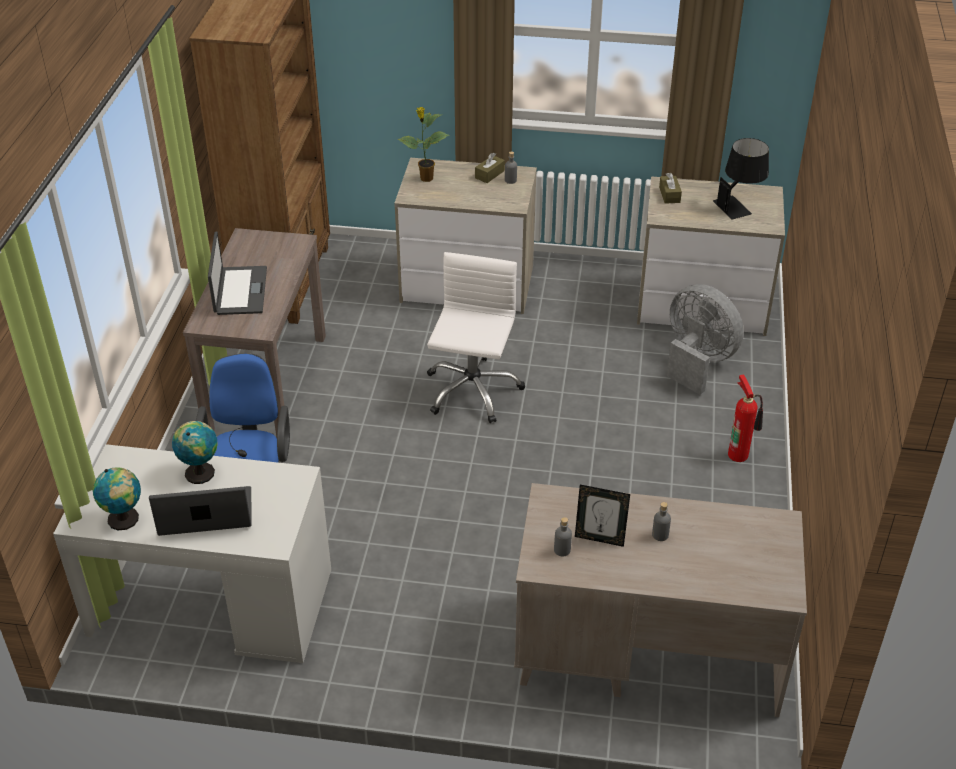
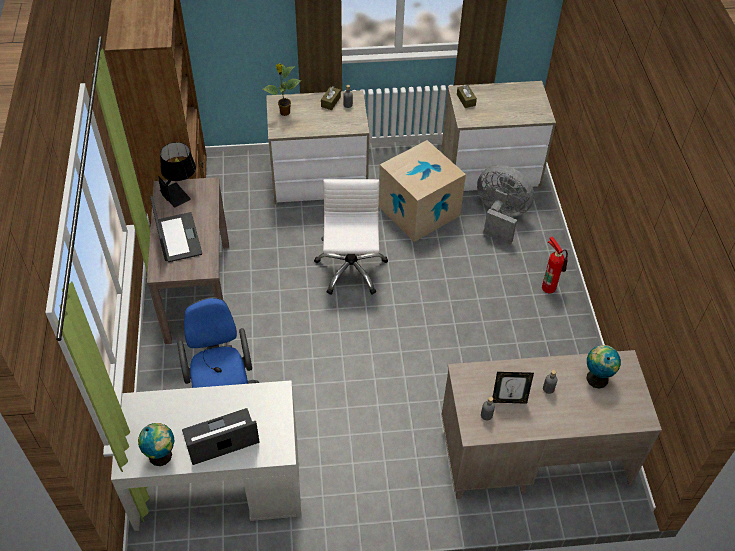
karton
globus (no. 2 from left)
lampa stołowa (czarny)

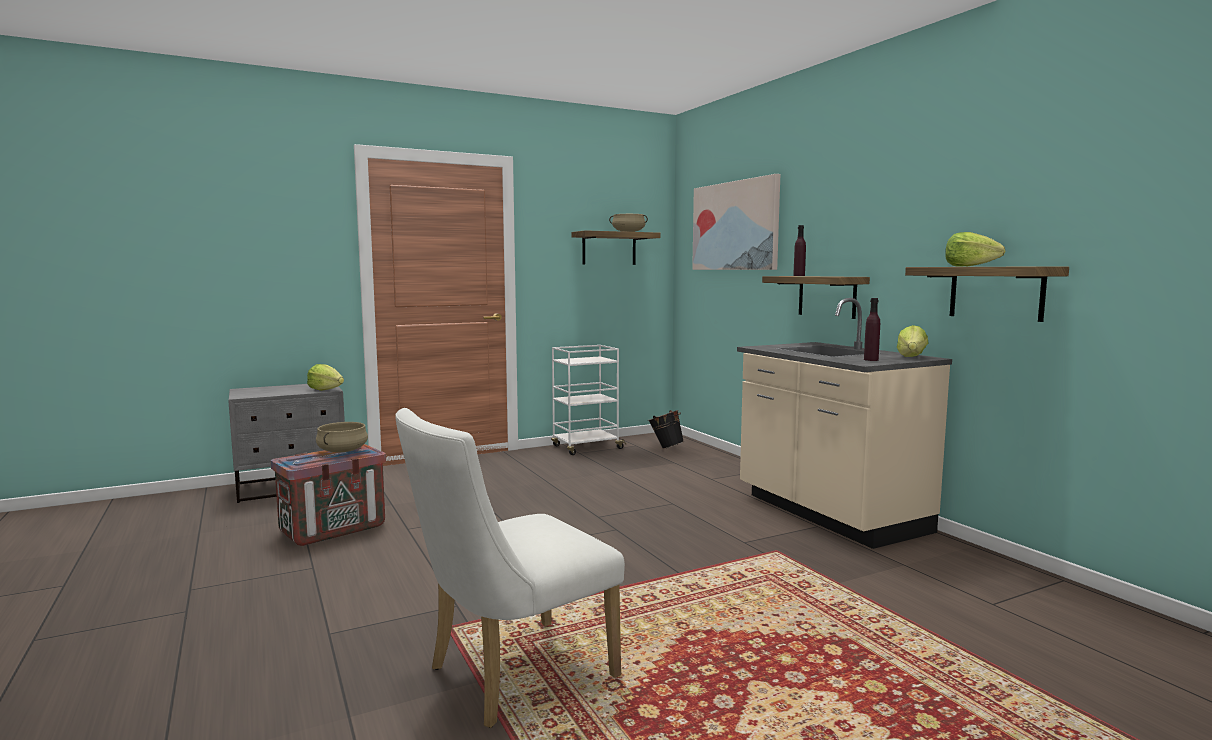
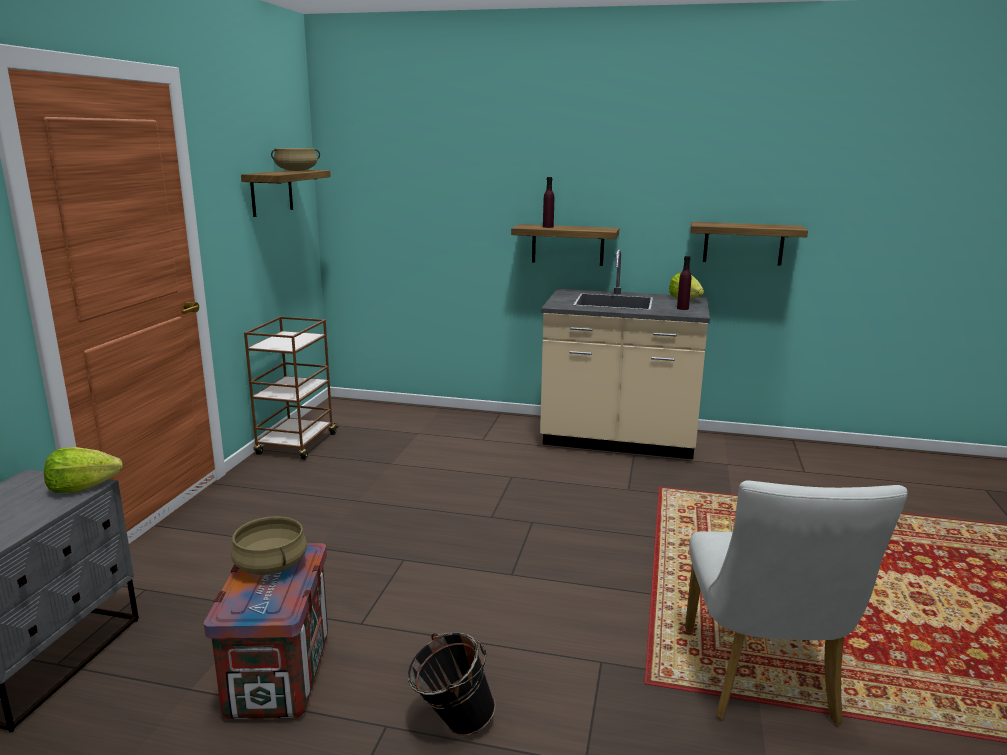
obraz
sałata (no. 3 from left in the first image)
wiadro (czarny)
wózek (brązowy)

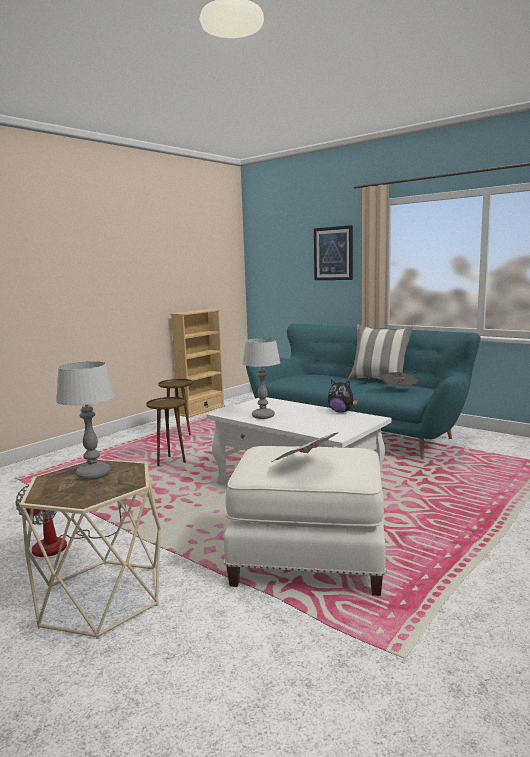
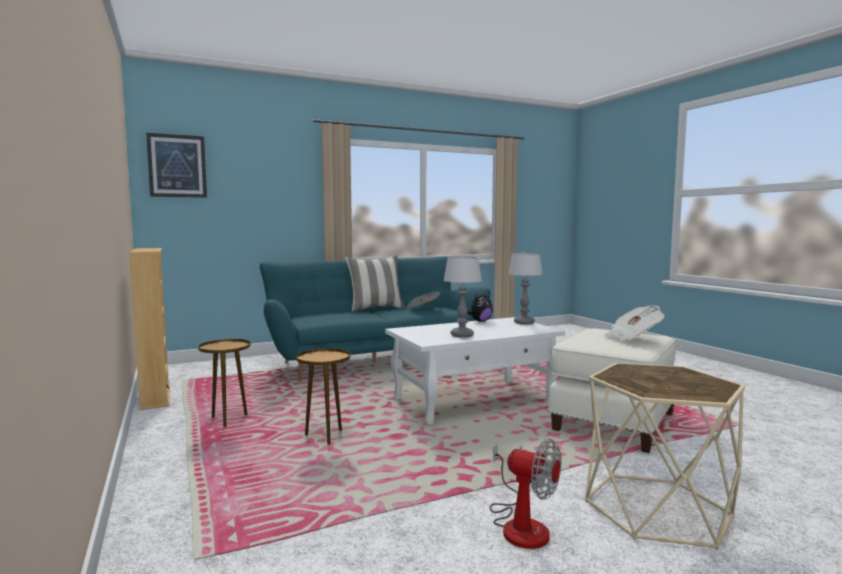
lampa stołowa (no. 2 from left)
obraz

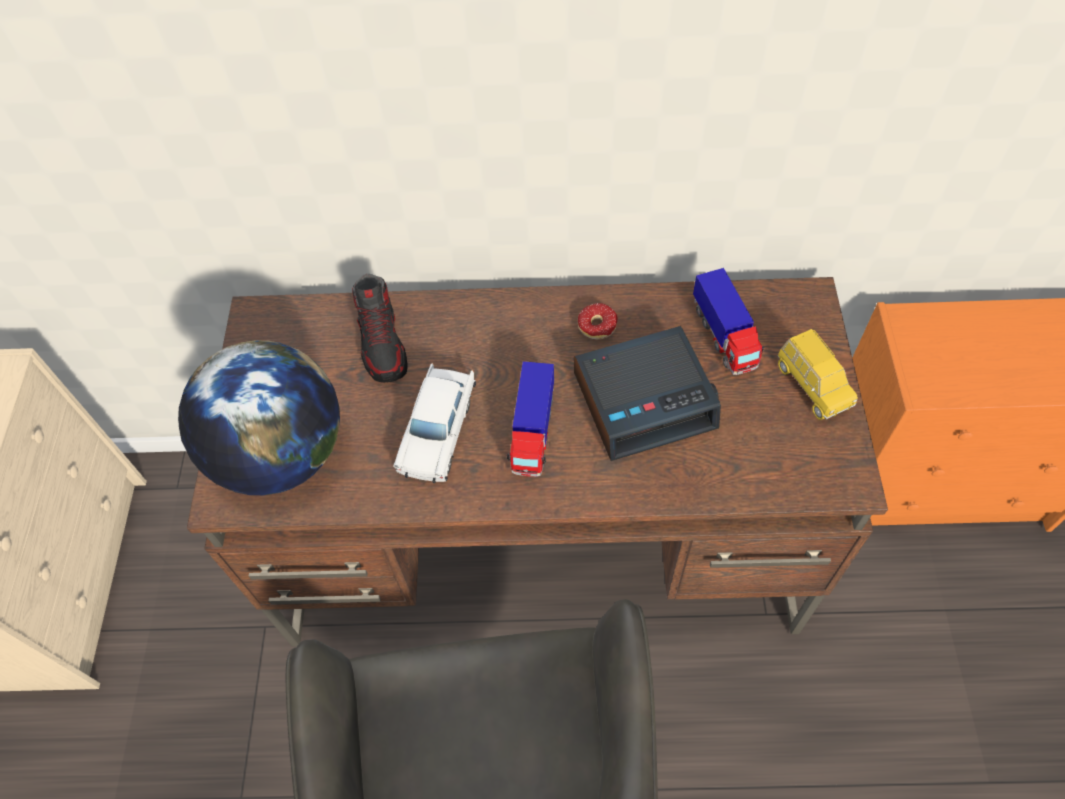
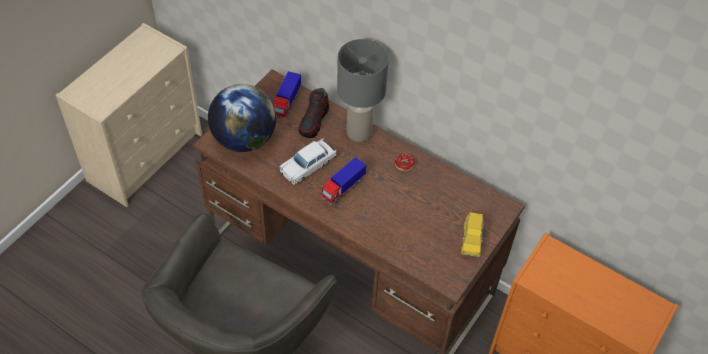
budzik
lampa stołowa (szary)
ciężarówka zabawkowa (no. 1 from left)

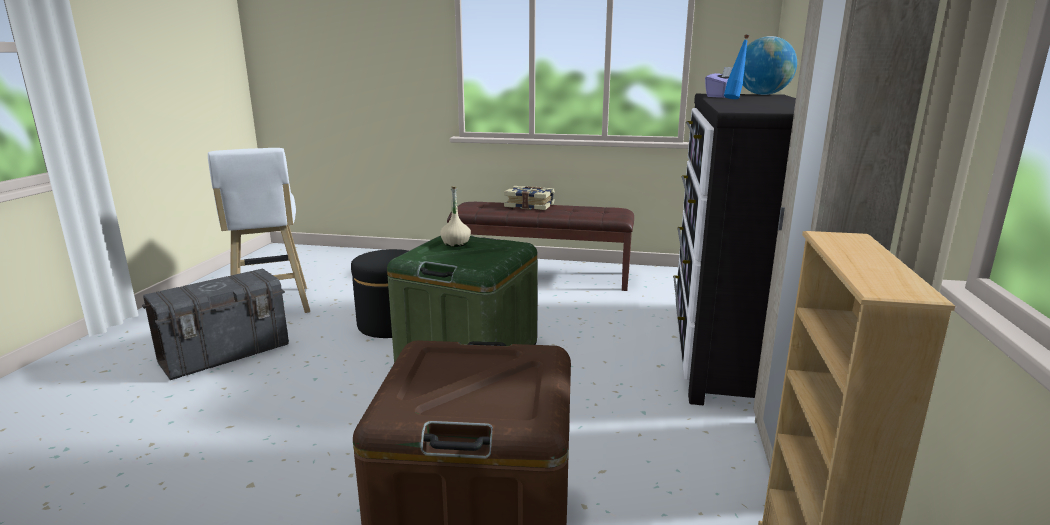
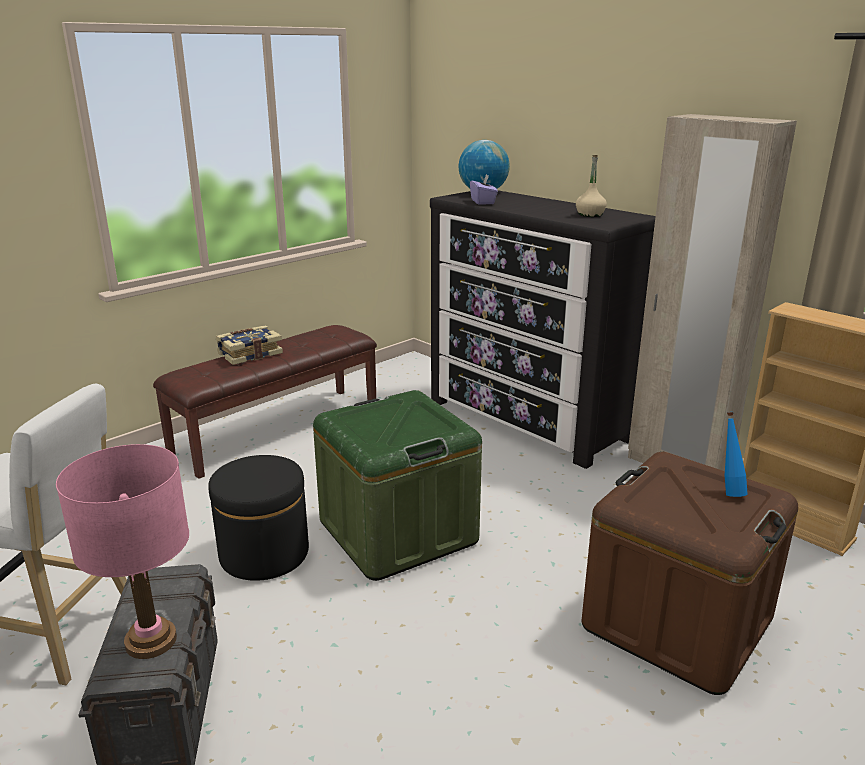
lampa stołowa (różowy)
butelka (beżowy)
butelka (niebieski)

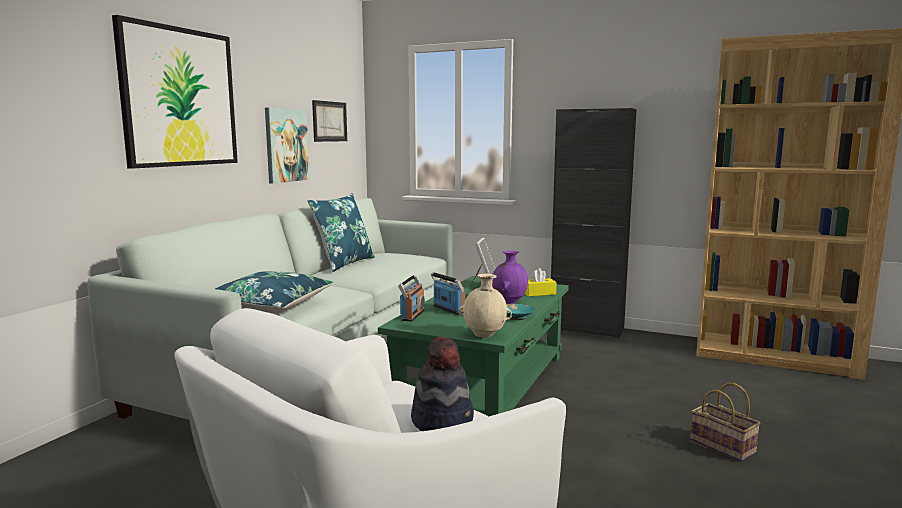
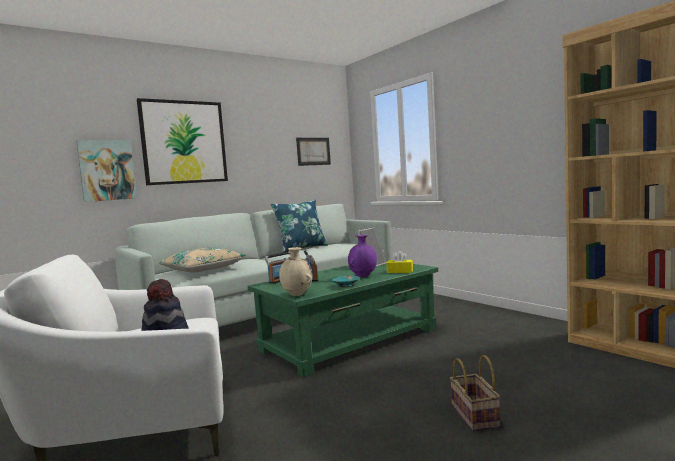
szafka (czarny)
obraz (no. 1 from left)
poduszka (beżowy)

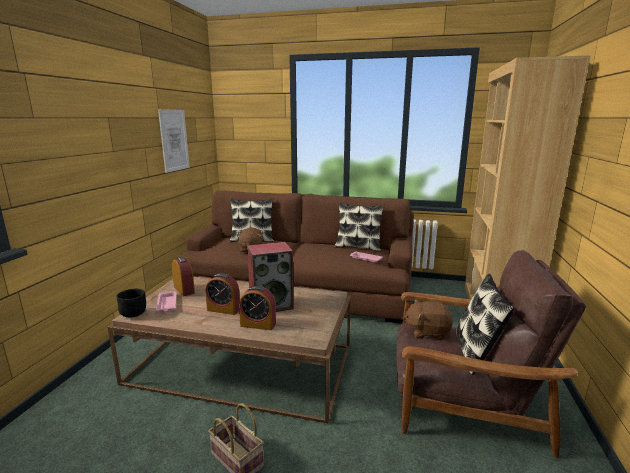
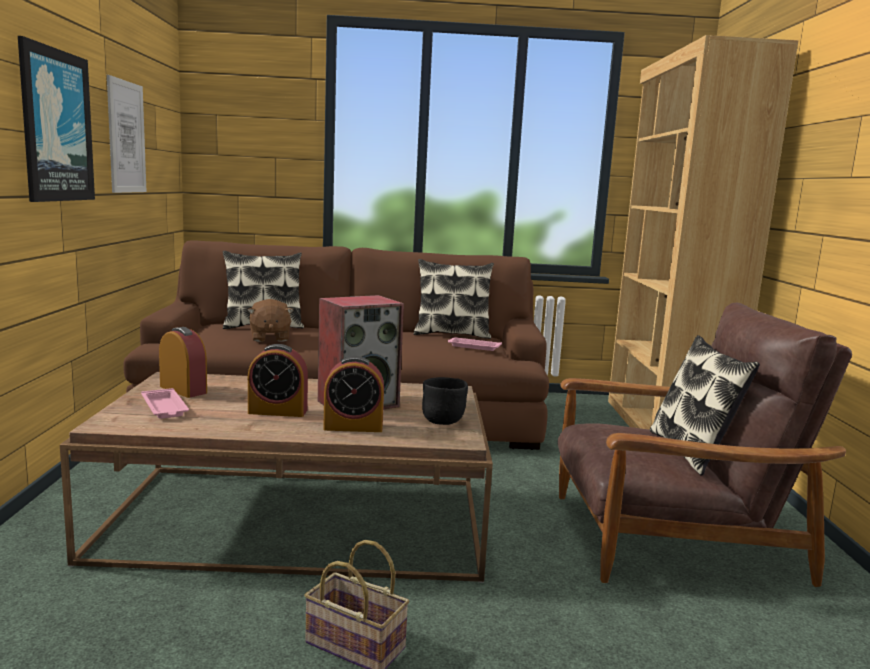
pluszak (brązowy) (no. 2 from left in the first image)
obraz (no. 1 from left)
miska (czarny)

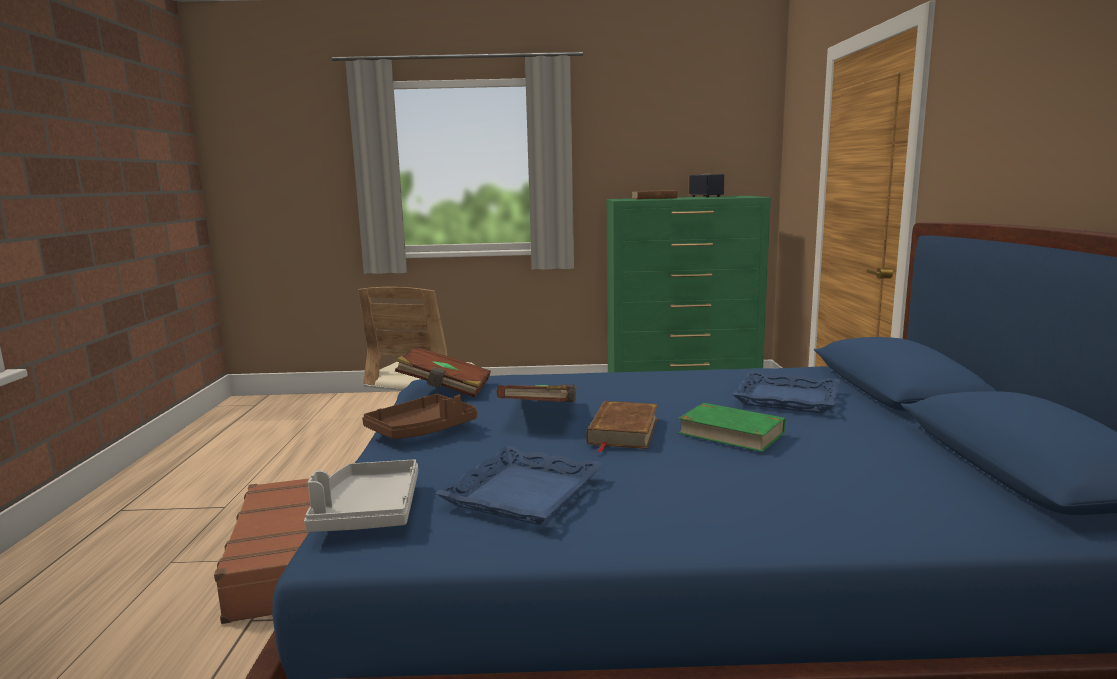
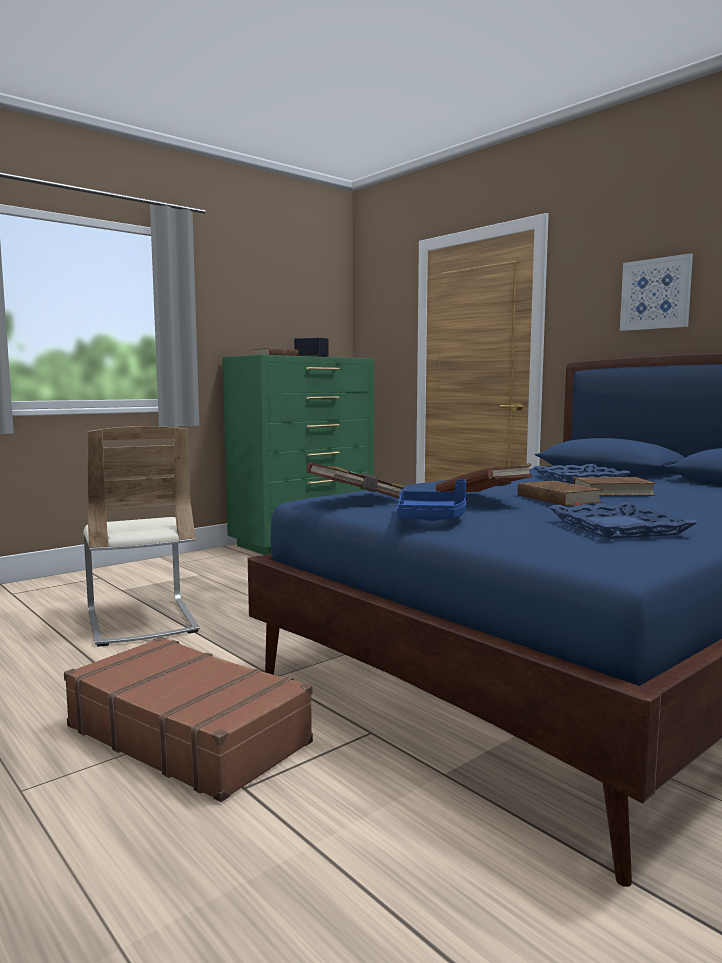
taca (szary)
obraz
taca (niebieski) (no. 1 from left)
książka (brązowy) (no. 5 from left)

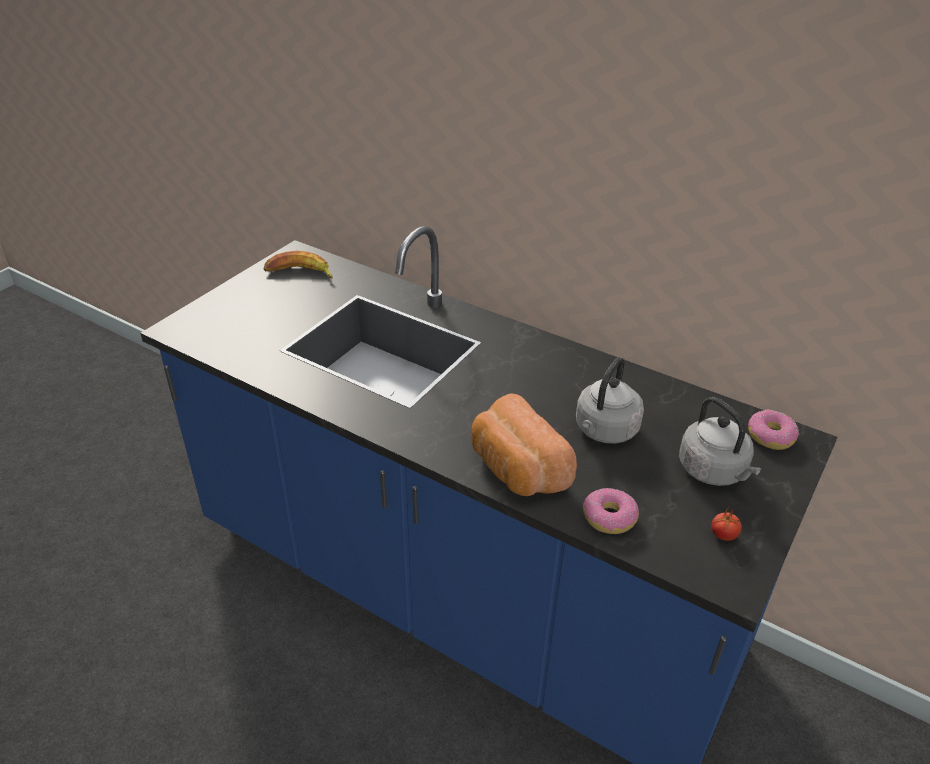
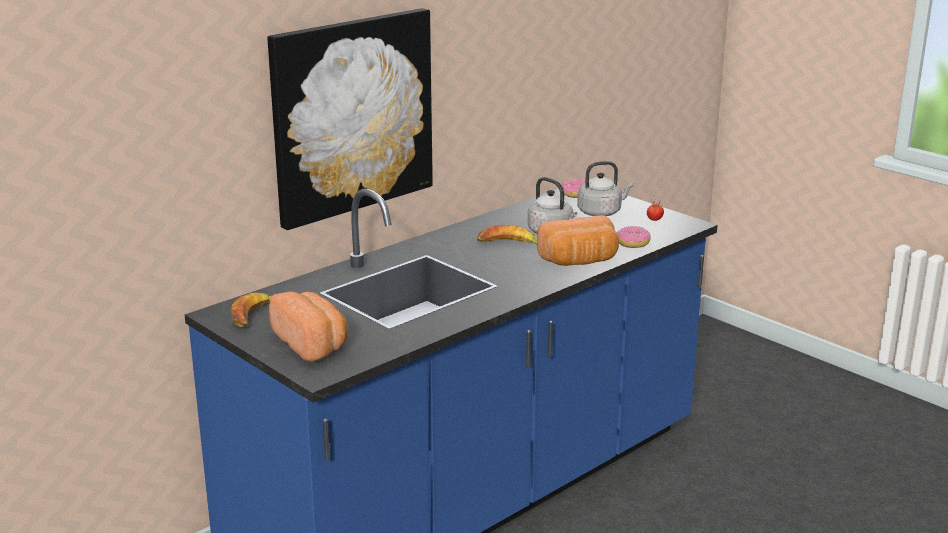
obraz
chleb (no. 1 from left)
banan (no. 2 from left)

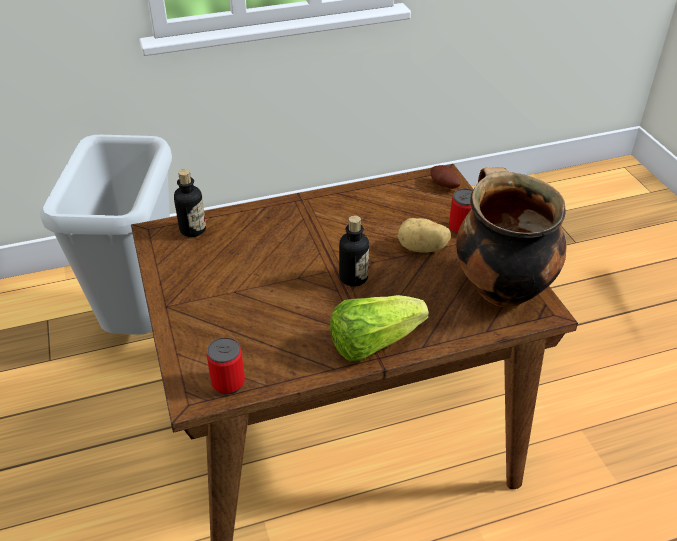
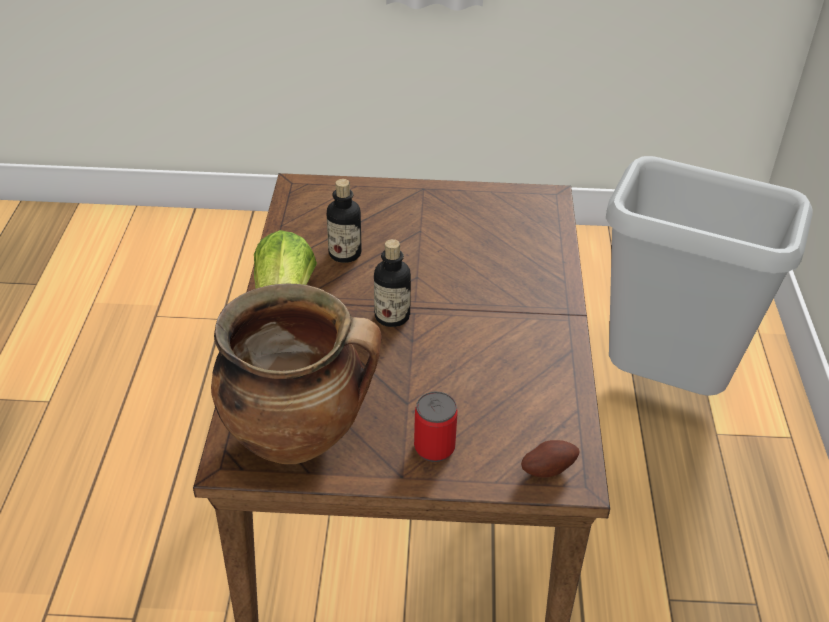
puszka (no. 1 from left in the first image)
ziemniak (no. 1 from left in the first image)
butelka (no. 1 from left)

